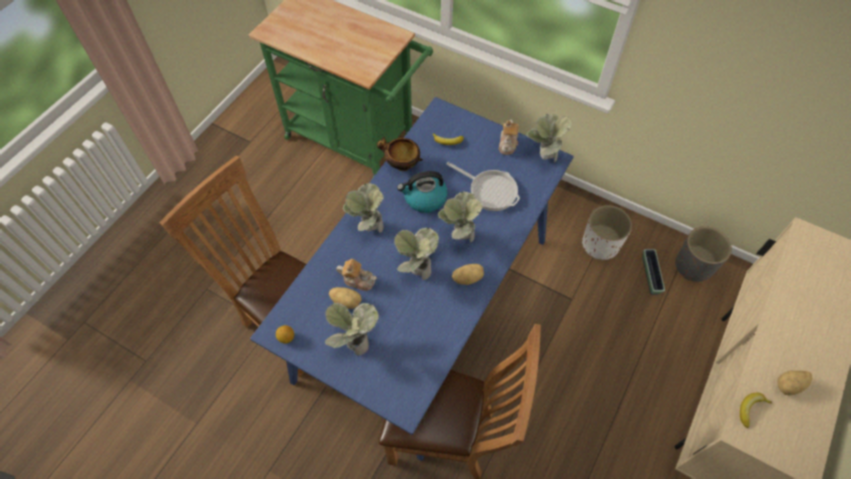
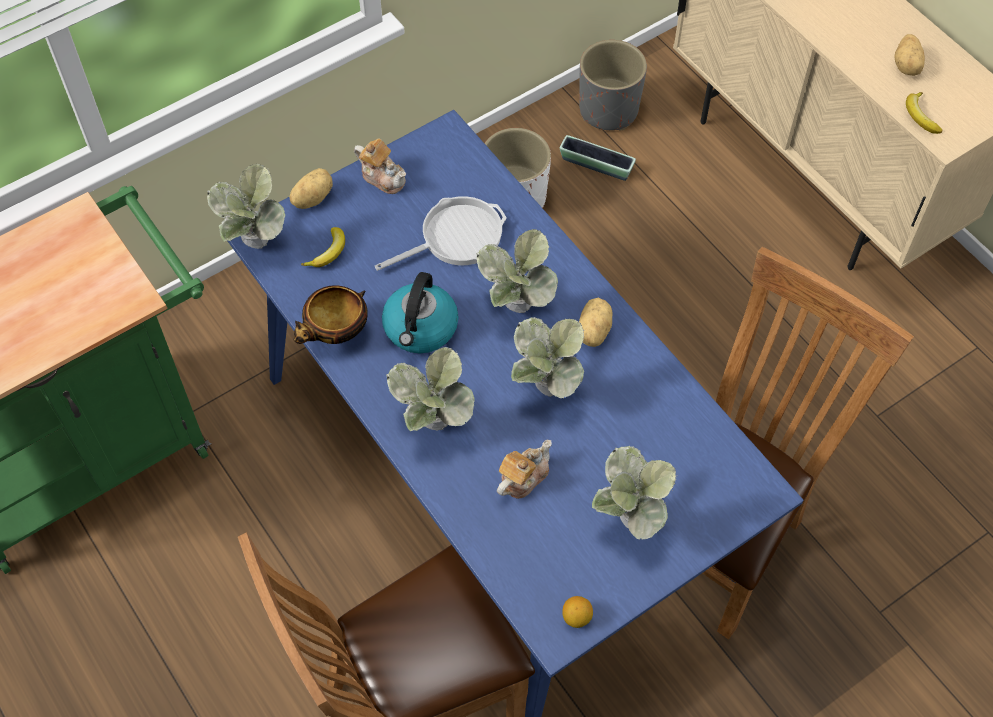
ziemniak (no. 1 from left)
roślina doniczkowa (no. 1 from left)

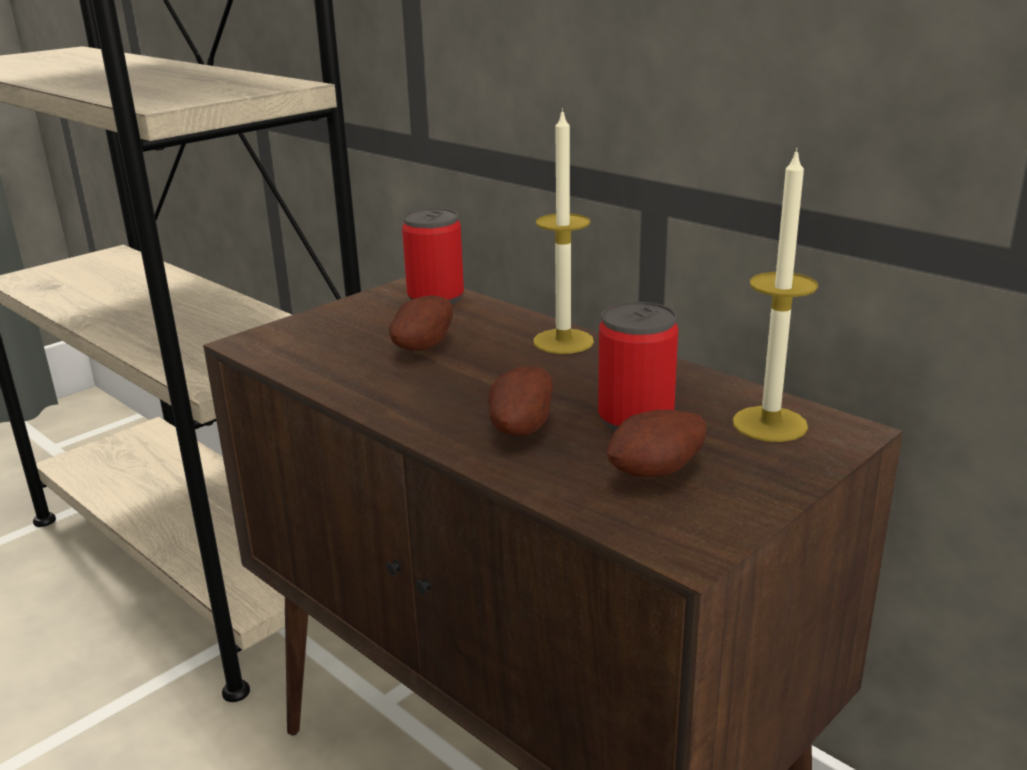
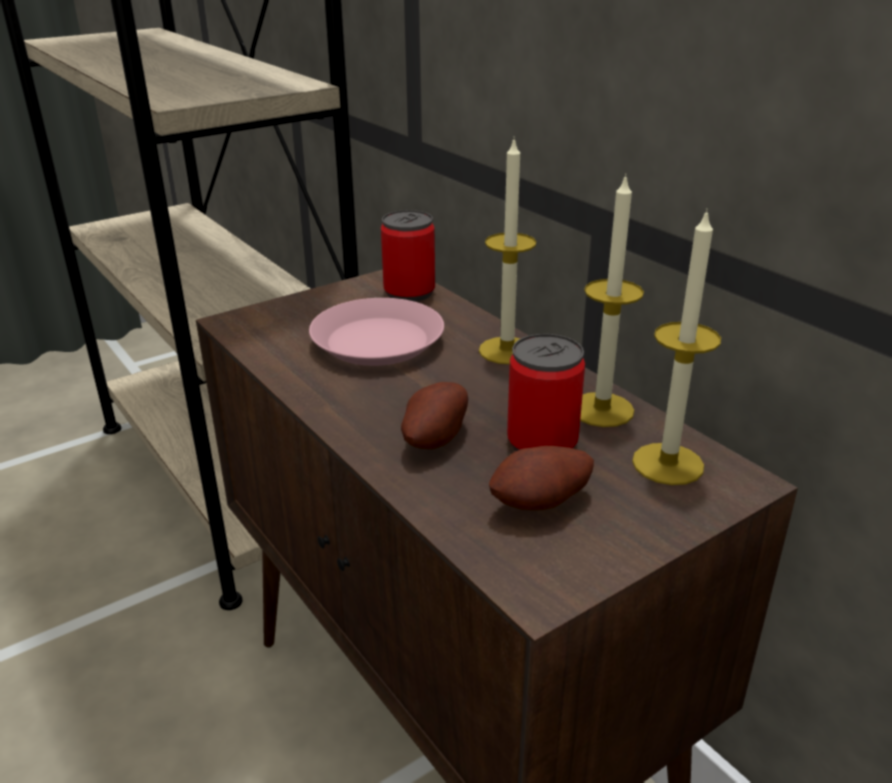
świeca (no. 2 from left)
talerz (różowy)

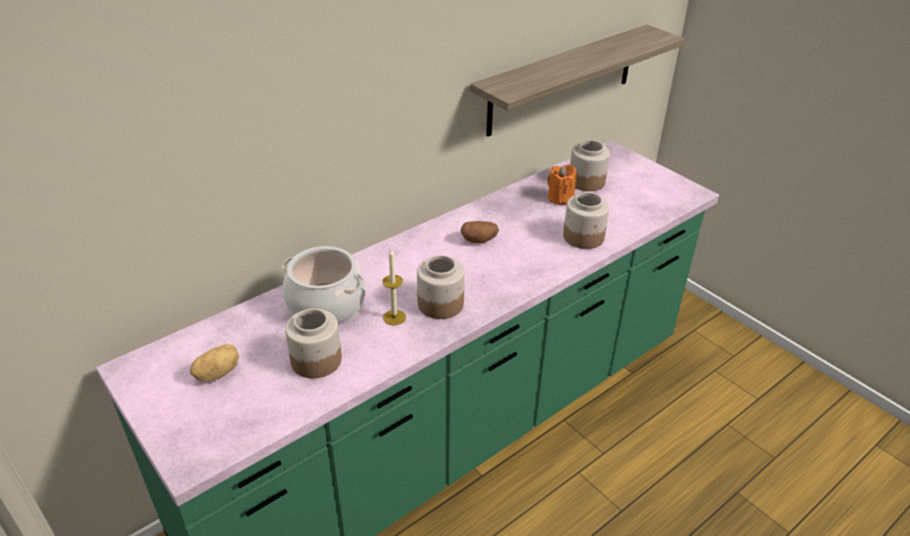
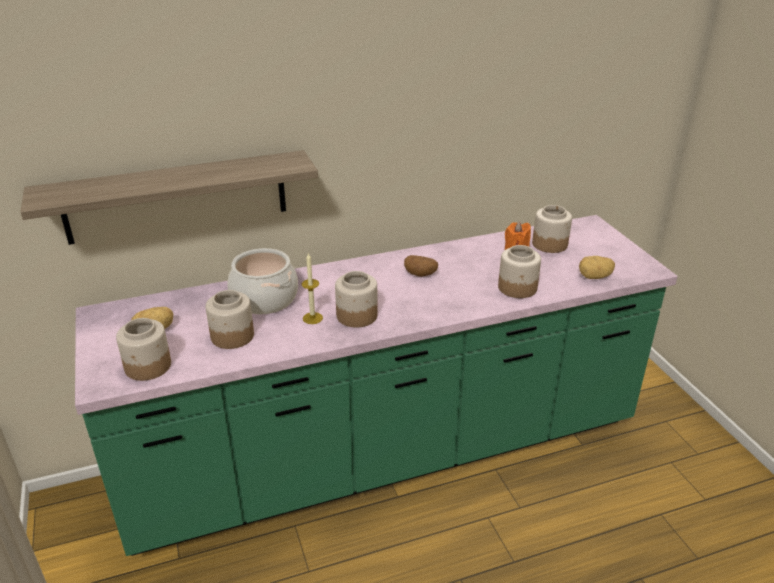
słoik (no. 1 from left)
ziemniak (no. 3 from left)
półka

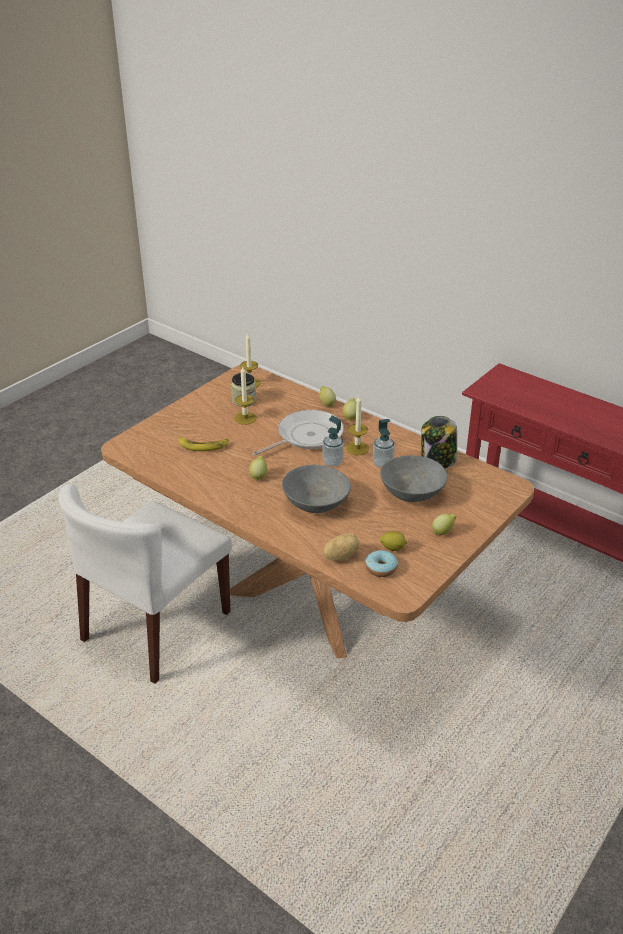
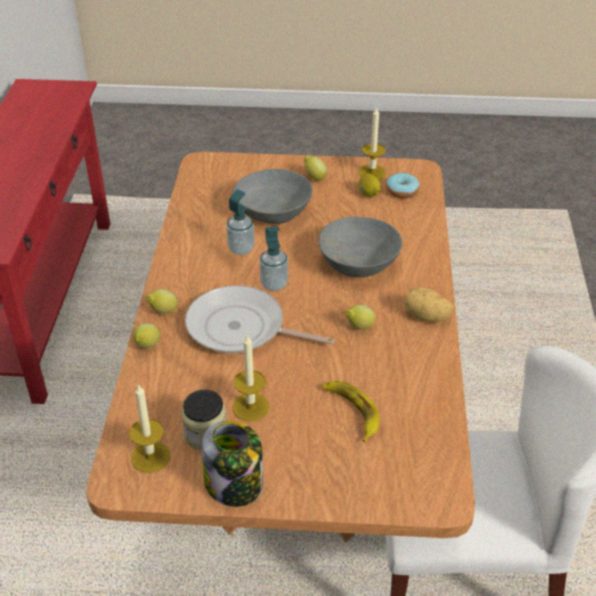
ziemniak
świeca (no. 3 from left)
słoik (no. 2 from left)

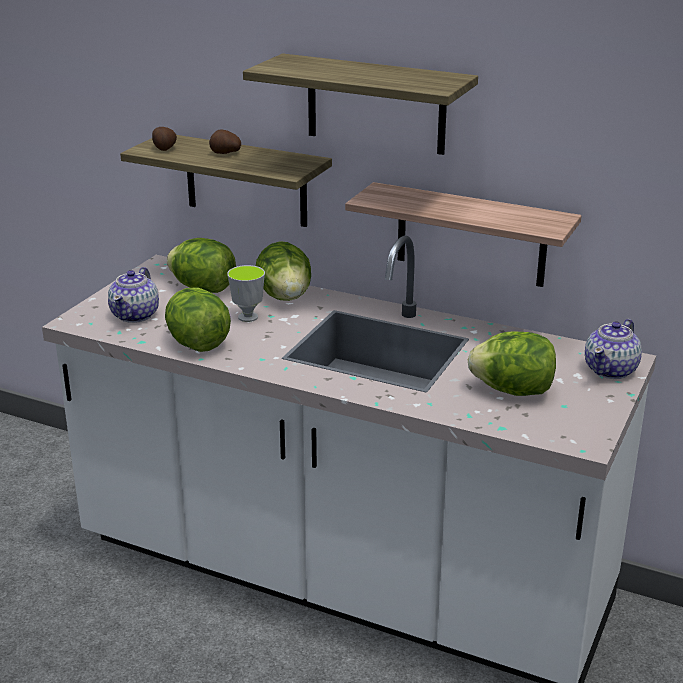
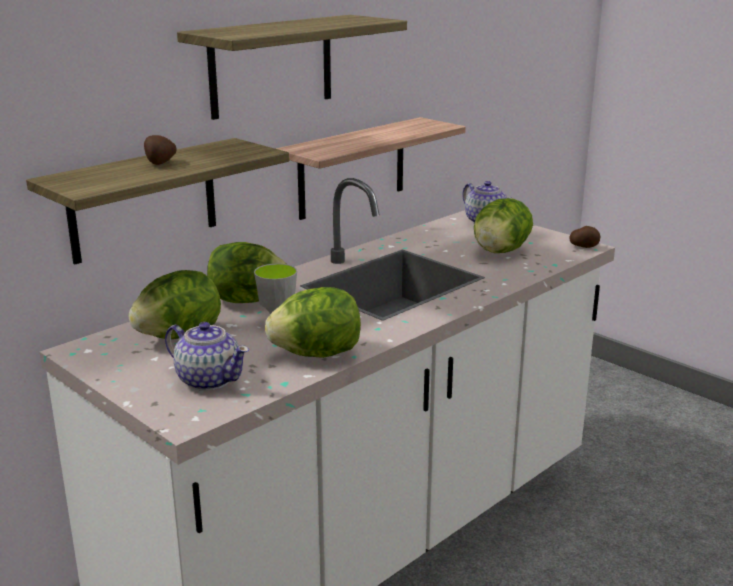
ziemniak (no. 2 from left)

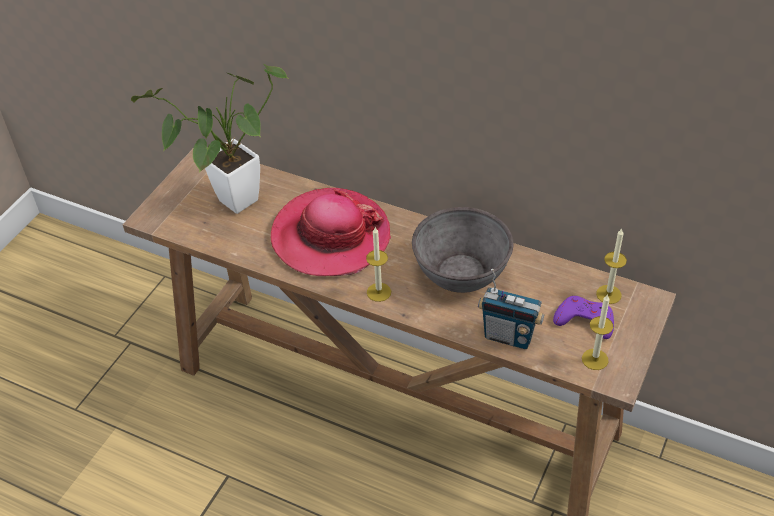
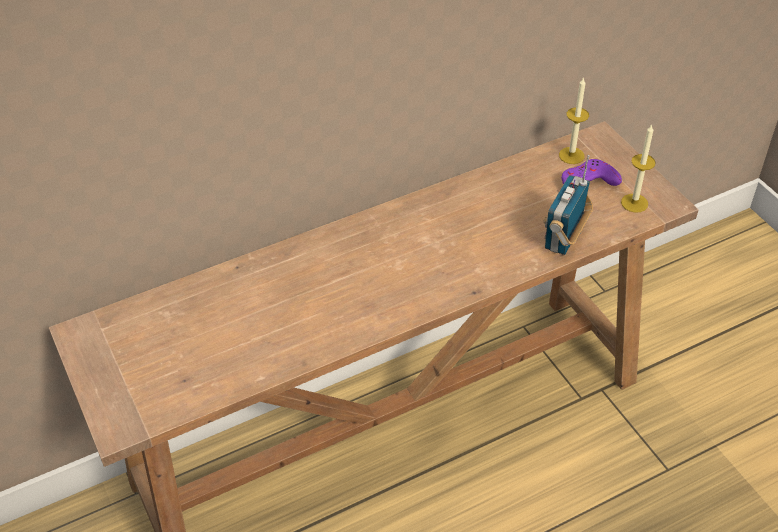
roślina doniczkowa
kapelusz
świeca (no. 1 from left in the first image)
miska (szary)
radio

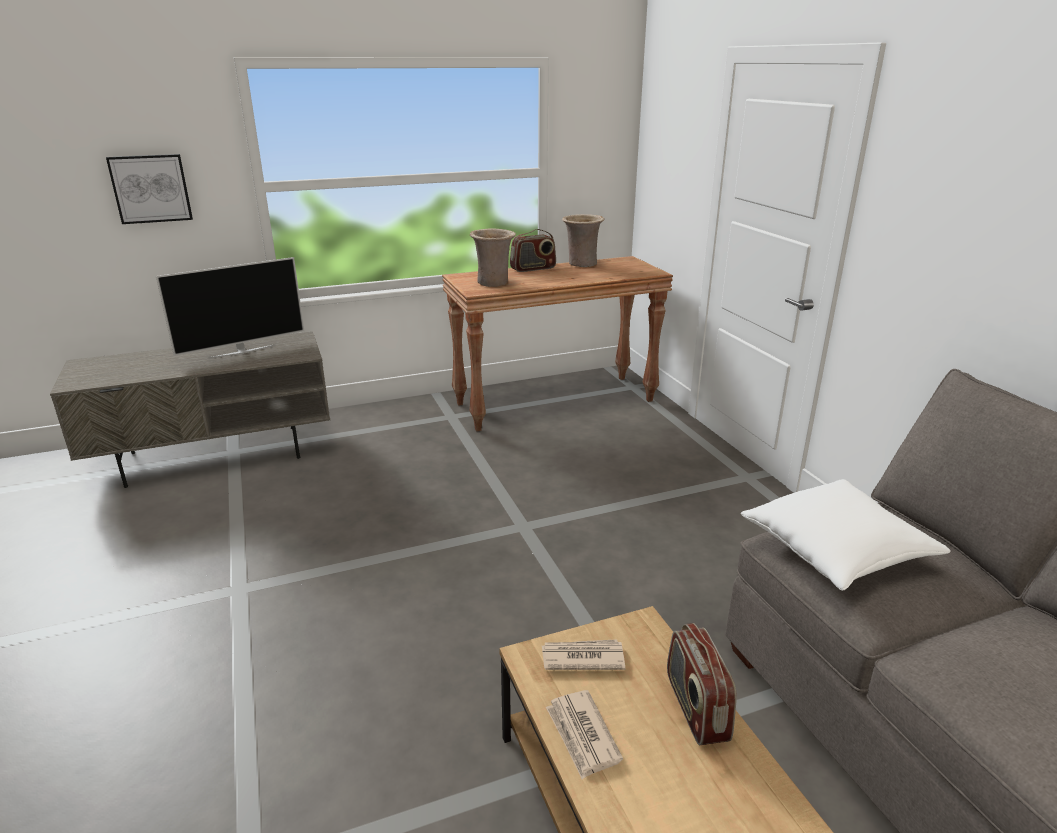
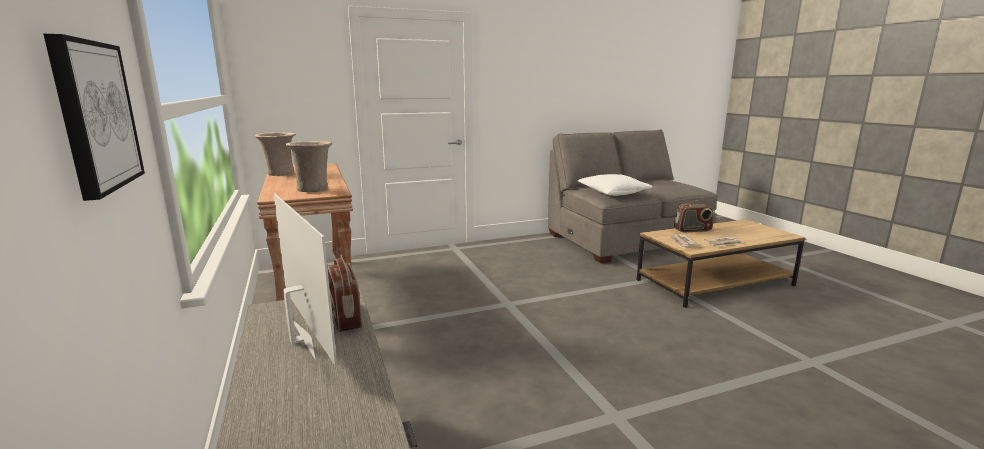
radio (no. 1 from left)

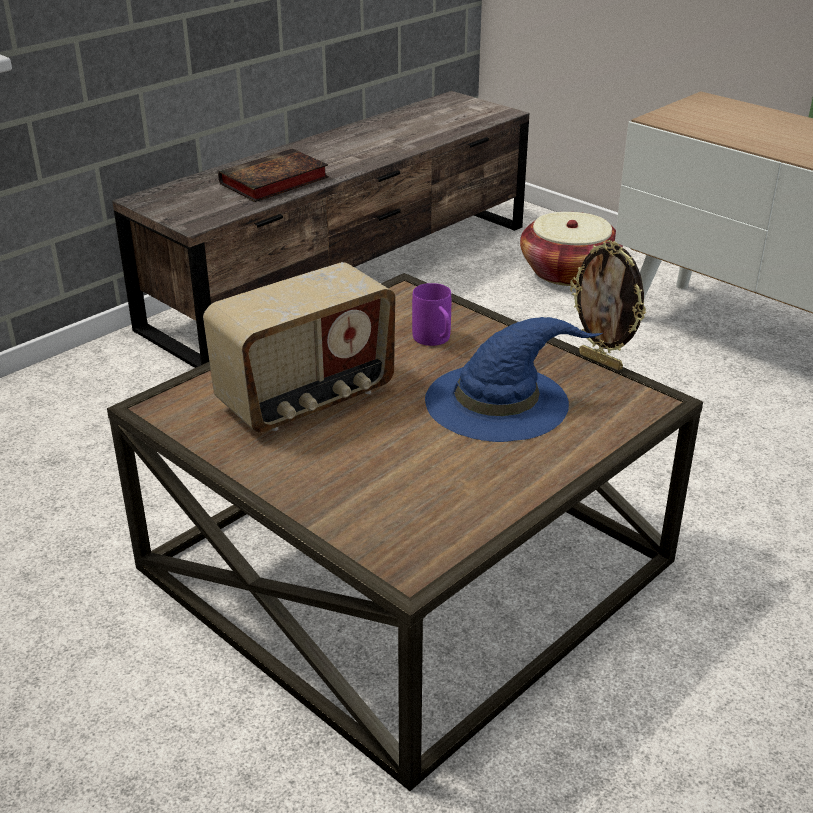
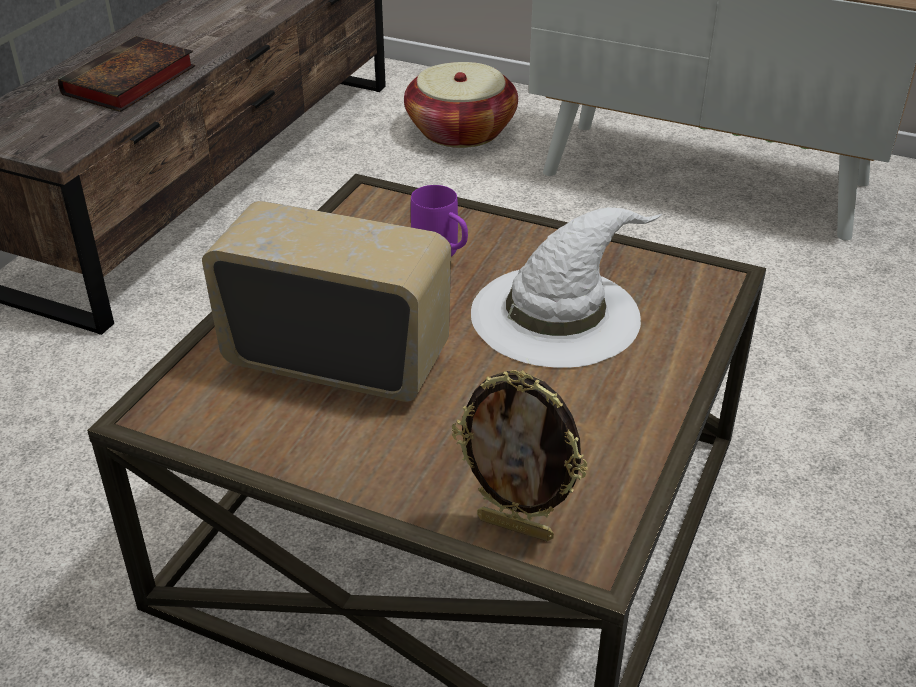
ramka na zdjęcie
kapelusz (biały)
radio

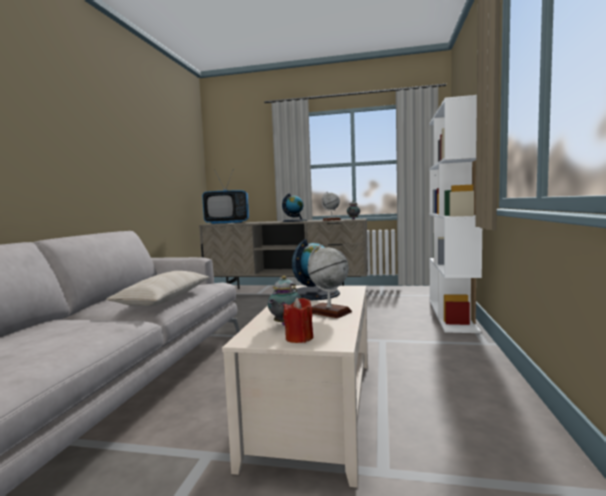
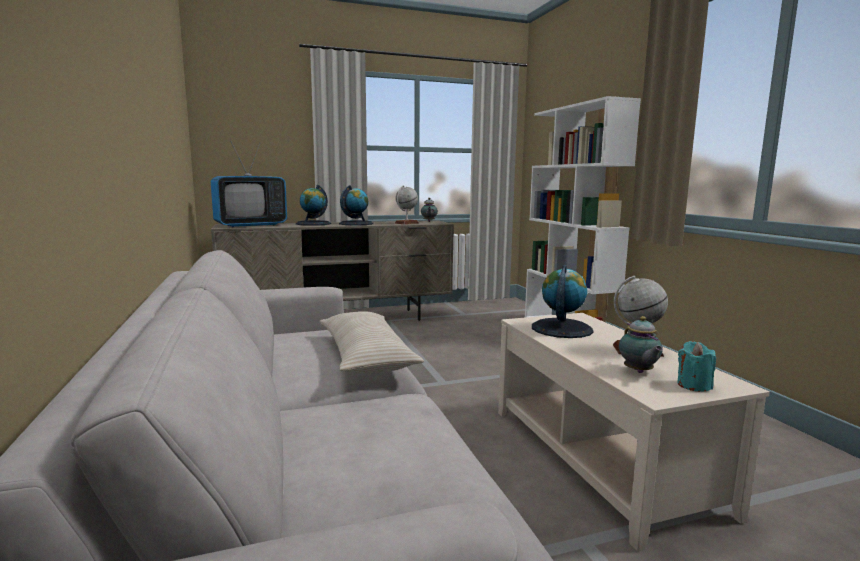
globus (no. 1 from left)
świeca (turkusowy)

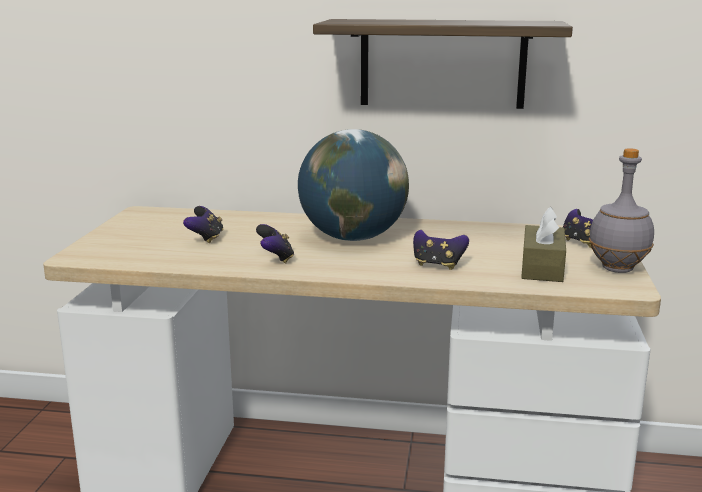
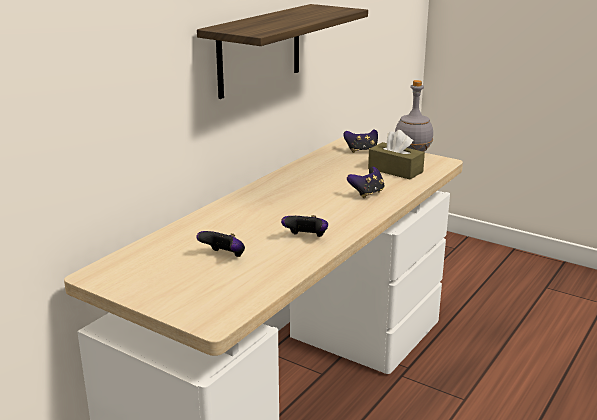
globus

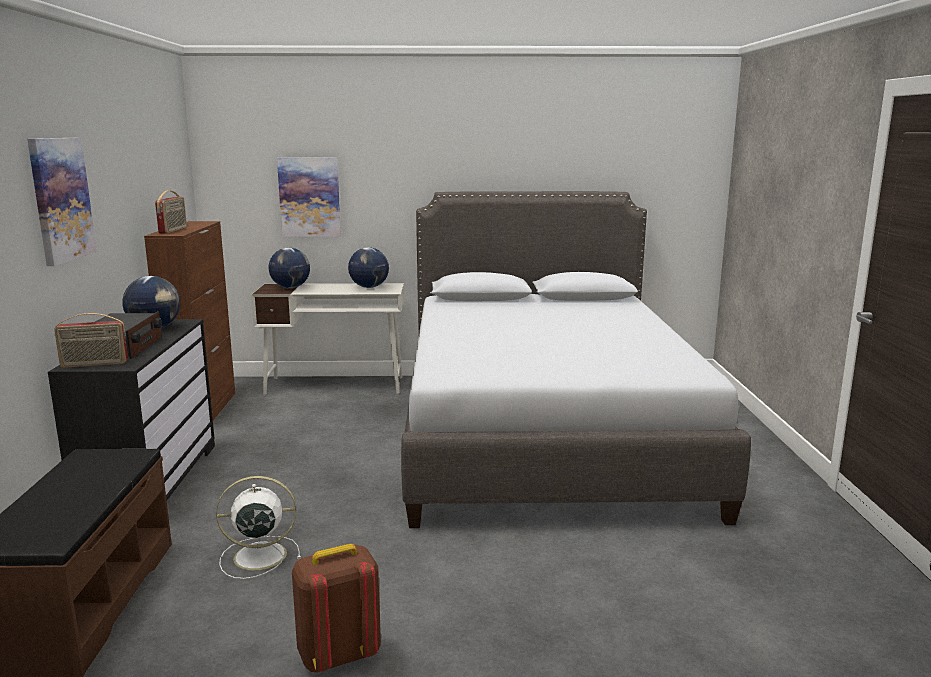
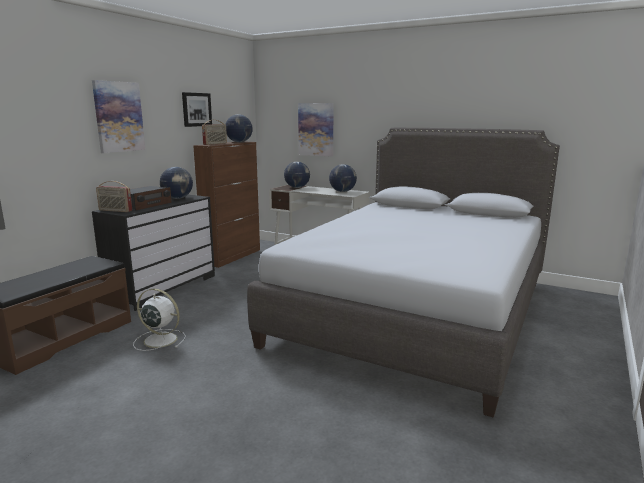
plecak (brązowy)
obraz (no. 2 from left)
globus (no. 2 from left)

